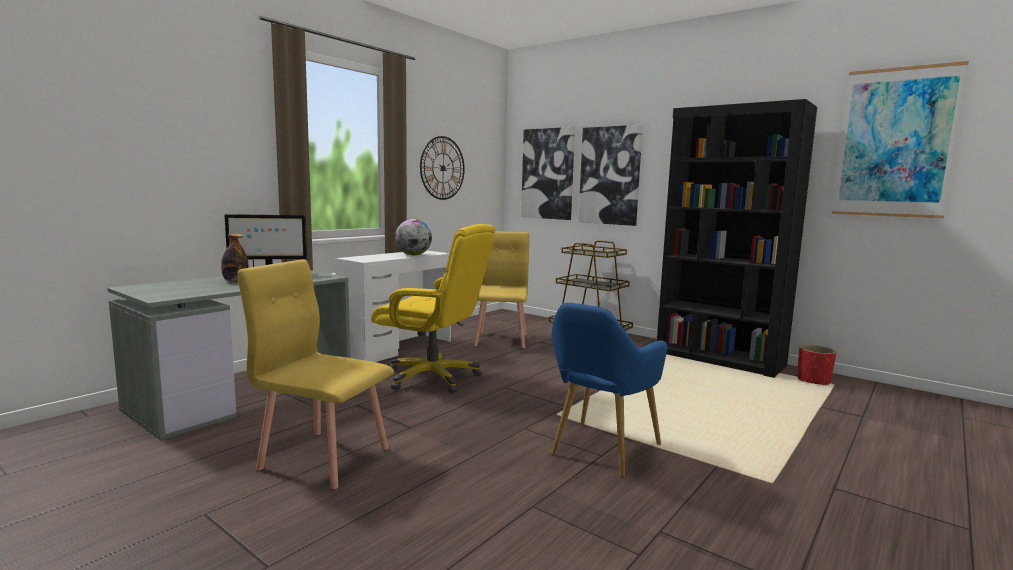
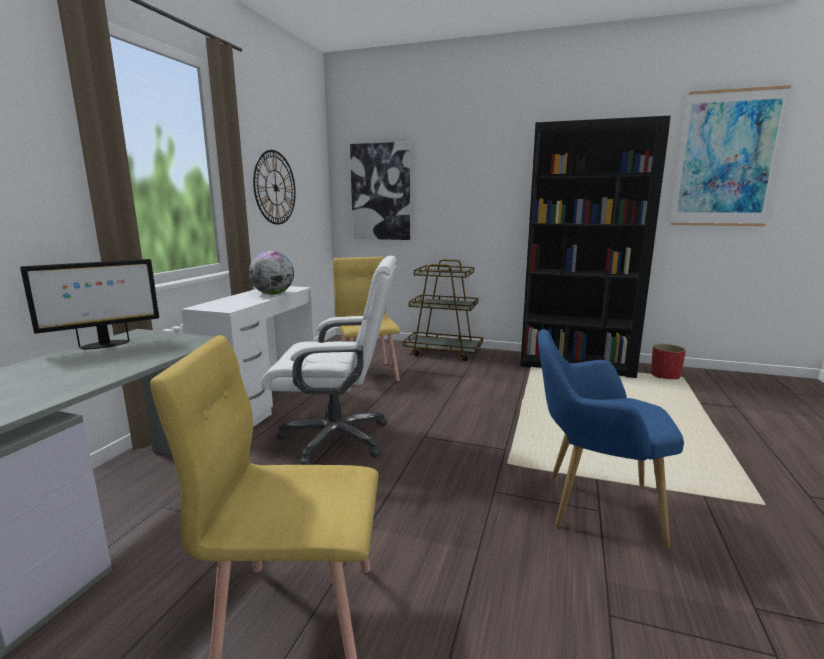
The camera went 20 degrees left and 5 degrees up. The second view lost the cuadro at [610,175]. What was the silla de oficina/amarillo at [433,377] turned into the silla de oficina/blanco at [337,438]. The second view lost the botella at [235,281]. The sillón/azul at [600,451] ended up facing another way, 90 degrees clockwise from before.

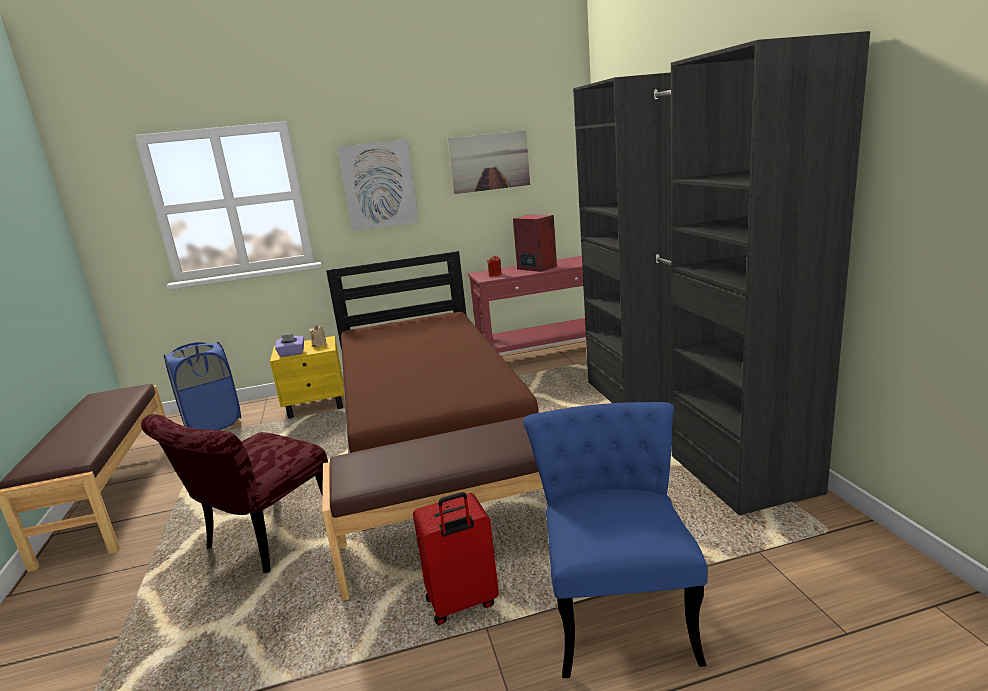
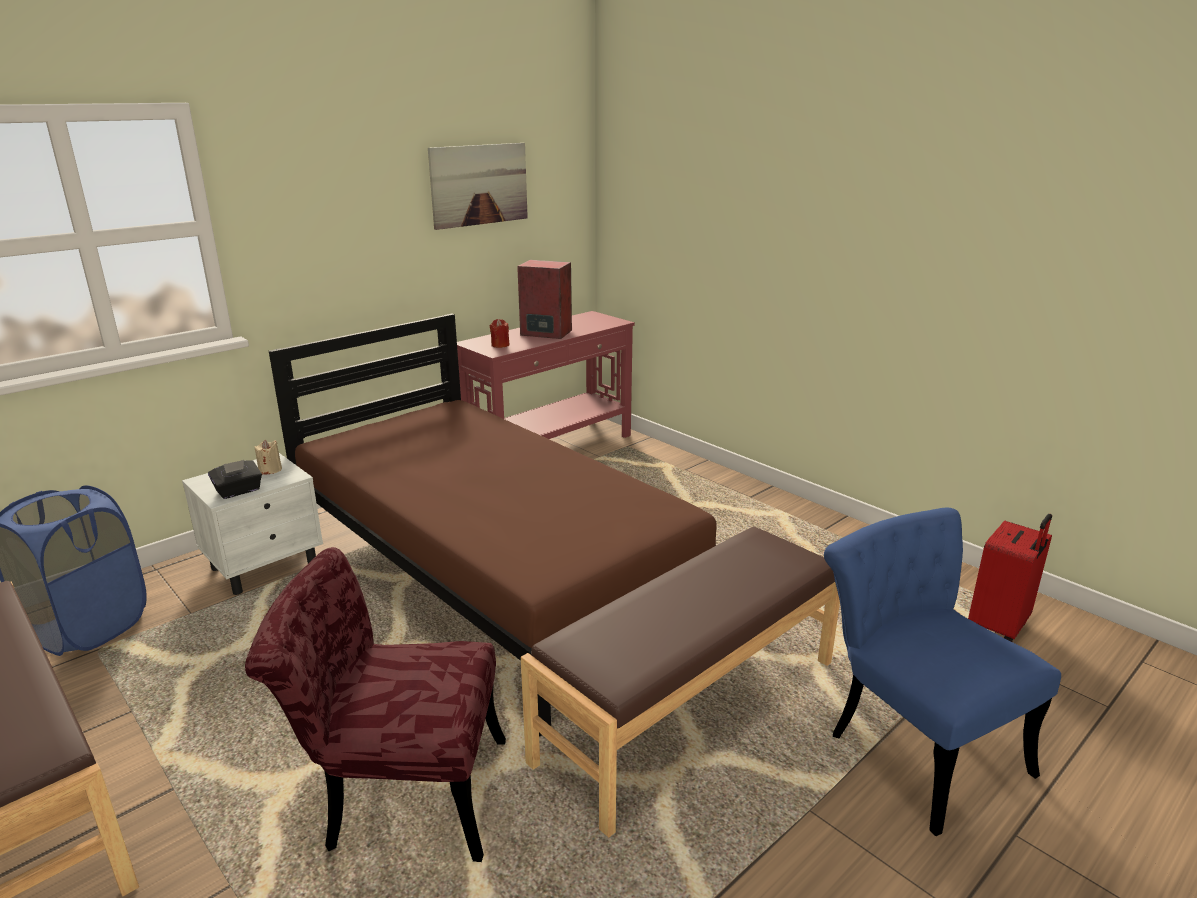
The camera went 30 degrees left and 5 degrees up. The second view lost the armario ropero/negro at [683,427]. The second view lost the cuadro at [379,185]. What was the caja de pañuelos/morado at [291,353] turned into the caja de pañuelos/negro at [238,491]. What was the mesita de noche/amarillo at [317,405] turned into the mesita de noche/blanco at [266,566]. The silla/rojo at [263,541] ended up facing another way, 90 degrees clockwise from before. The maleta/rojo ended up elsewhere, having gone from [462,603] to [999,628].

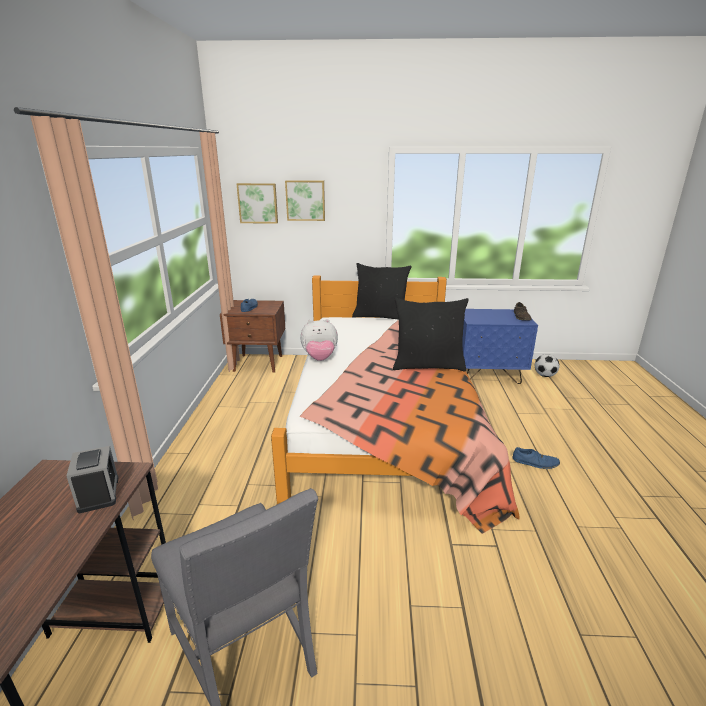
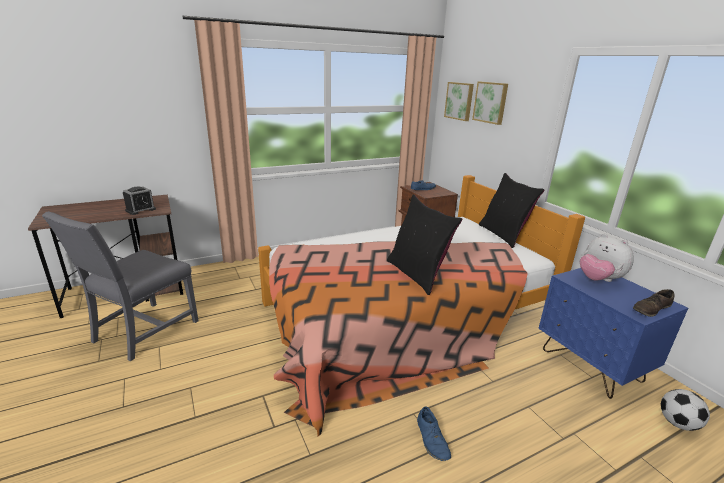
The camera went 60 degrees right and 0 degrees up. The peluche ended up elsewhere, having gone from [320,358] to [598,279].

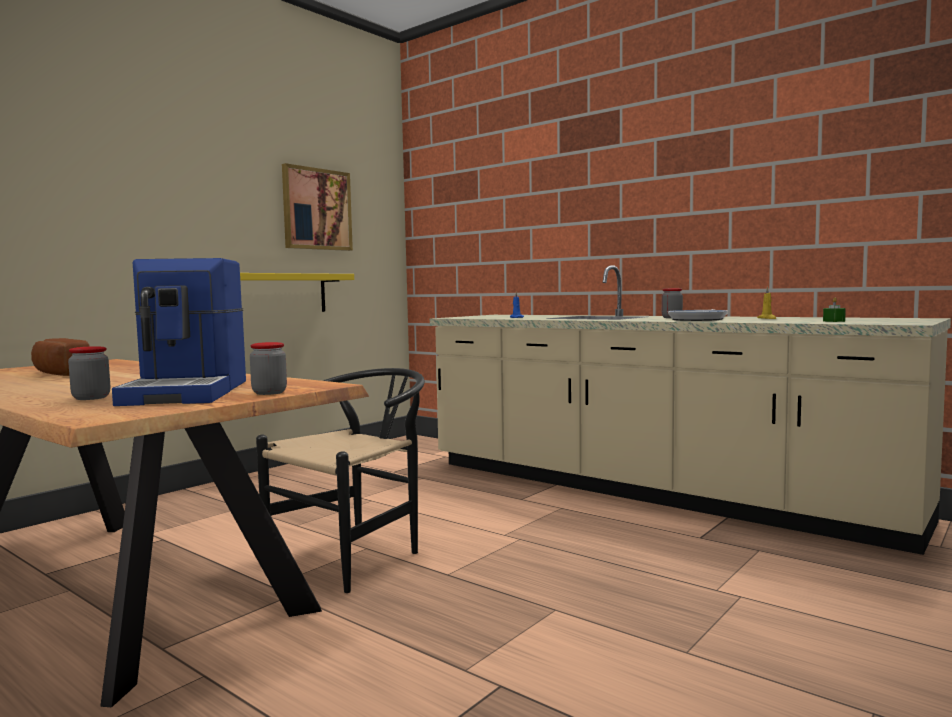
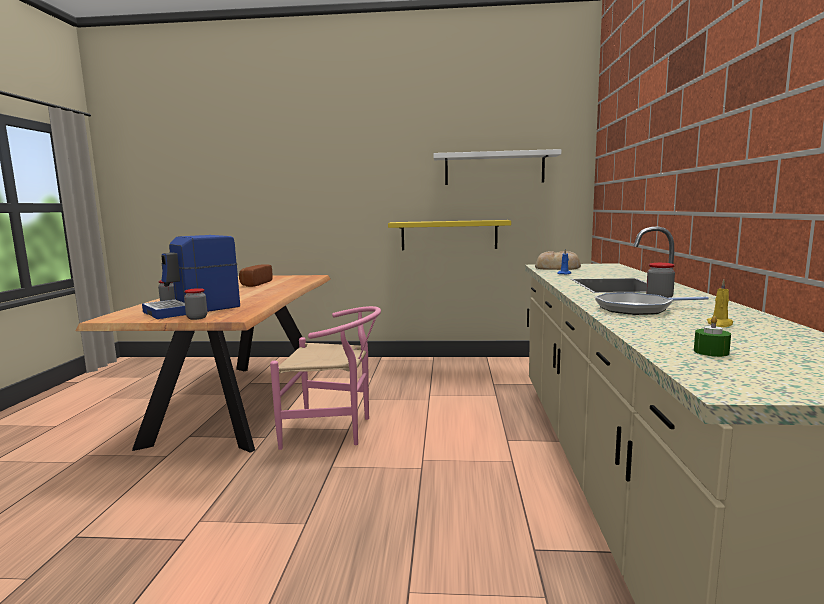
The camera went 55 degrees right and 5 degrees up. Where the cuadro hung at [317,209], the estante/blanco came to hang at [494,168]. What was the silla/negro at [356,554] turned into the silla/rosa at [335,430]. The second view gained the pan at [557,267].

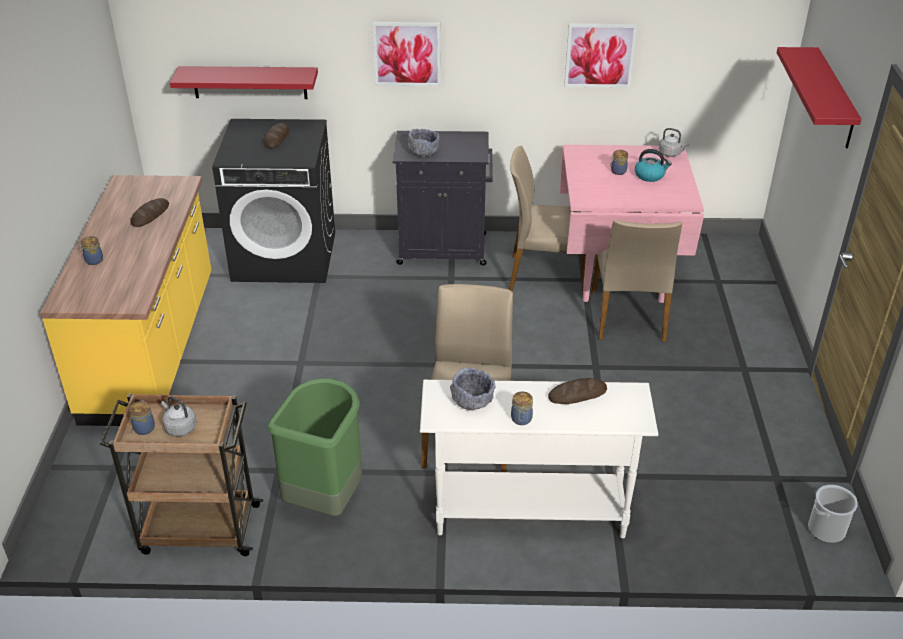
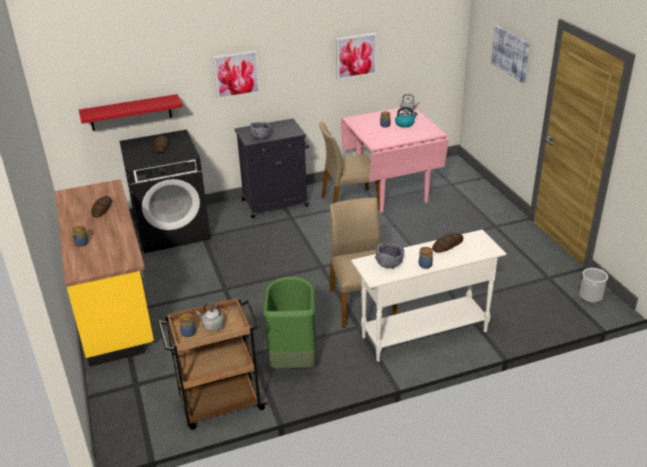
The camera went 20 degrees left and 5 degrees down. Where the estante/rojo hung at [834,99], the cuadro came to hang at [510,53]. The second view lost the silla/beis at [629,316].

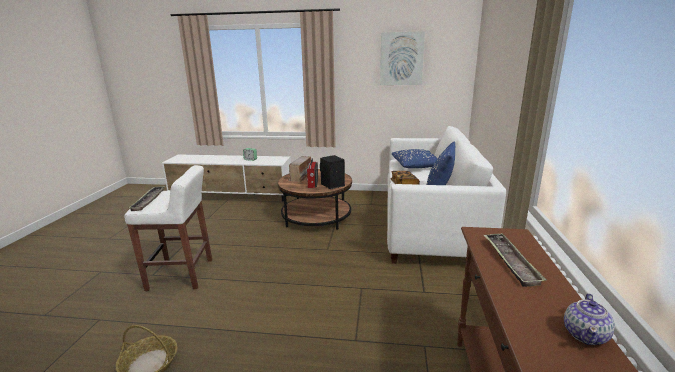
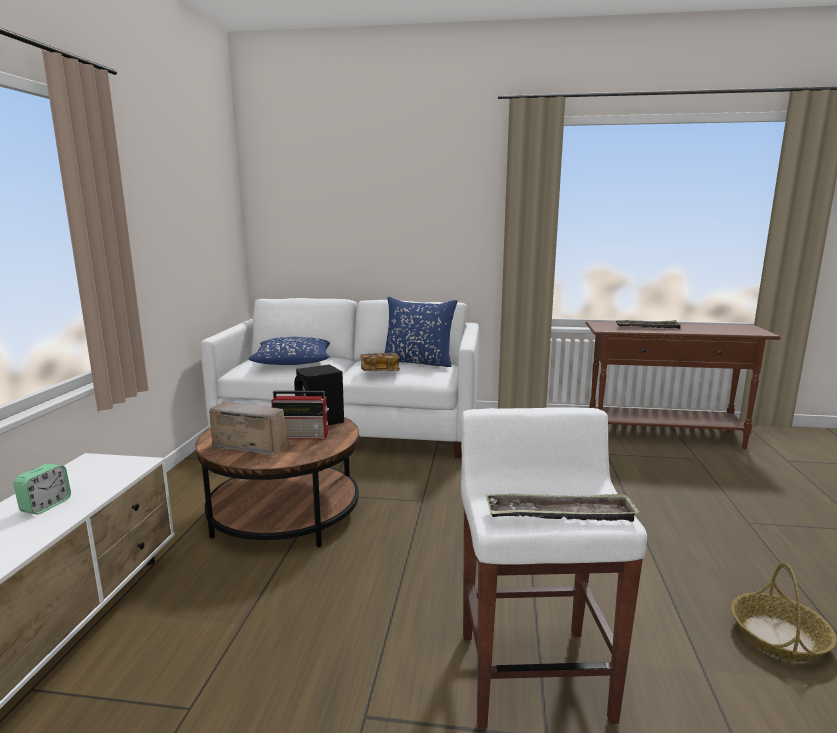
The camera went 90 degrees left and 5 degrees down. The second view lost the cuadro at [401,59]. The second view lost the tetera at [585,335].

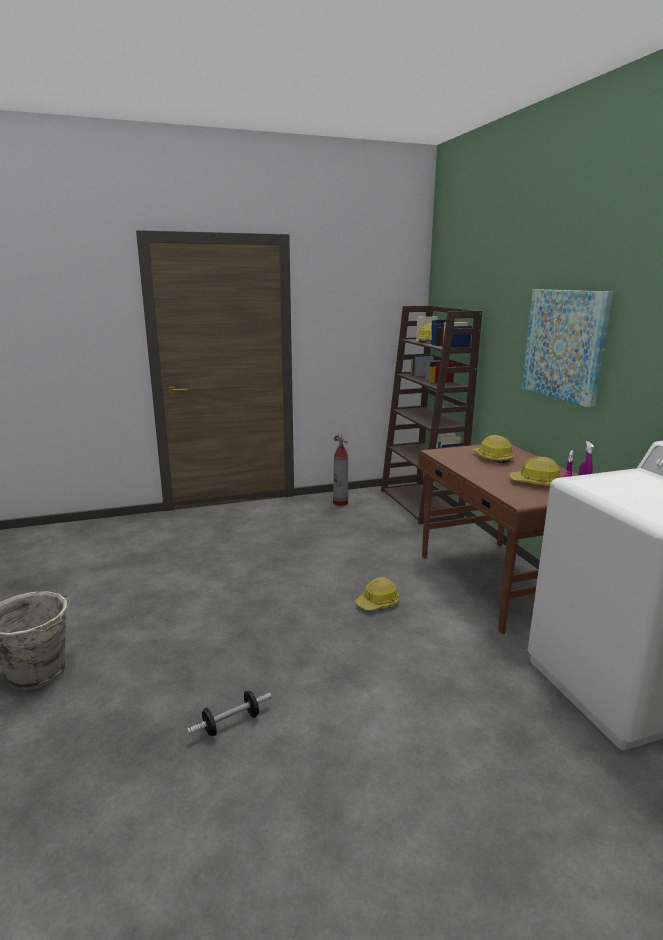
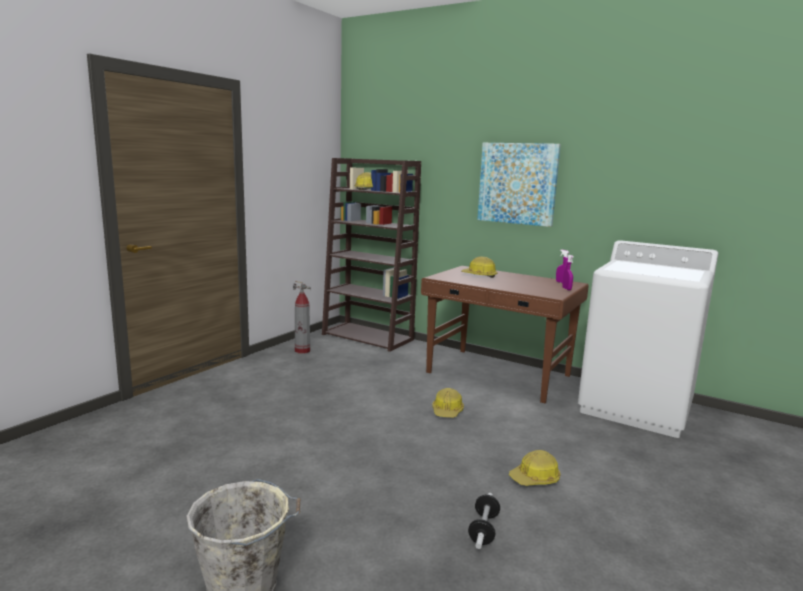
The camera went 40 degrees left and 5 degrees down. The casco ended up elsewhere, having gone from [536,483] to [535,478].

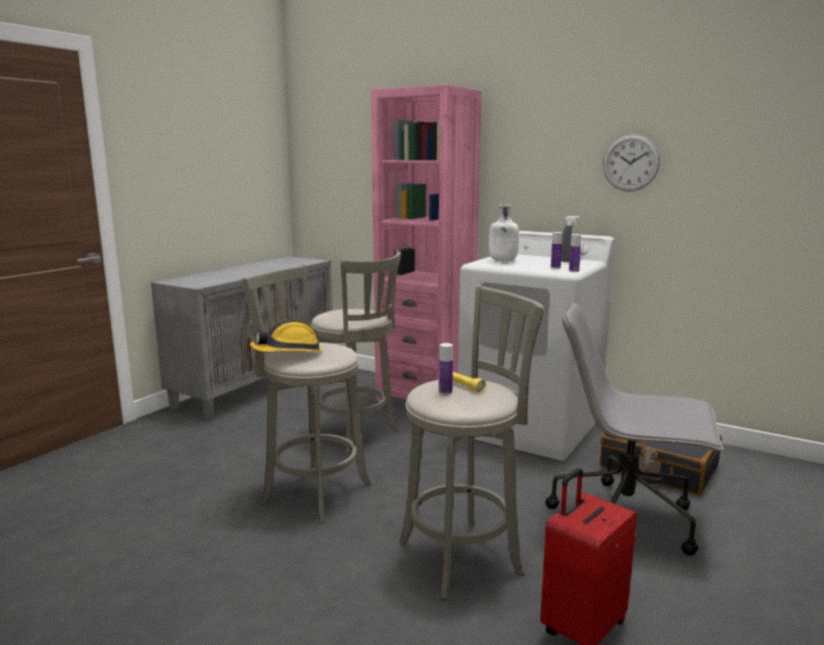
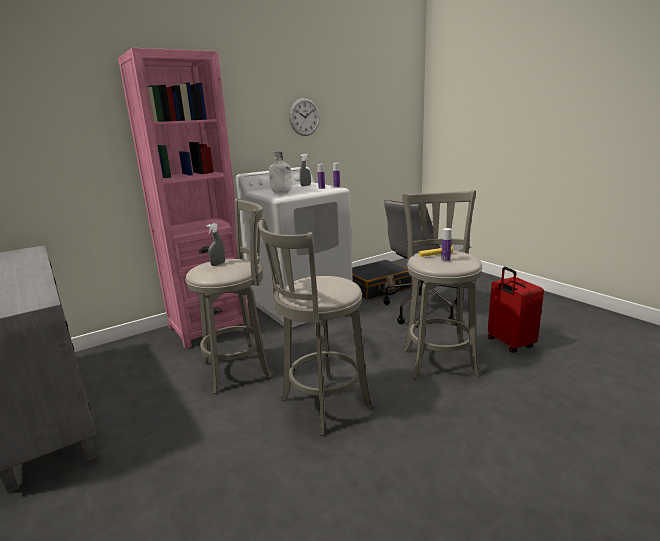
The camera went 65 degrees left and 5 degrees up. The second view lost the casco at [288,353]. The second view gained the pulverizador/gris at [218,264].

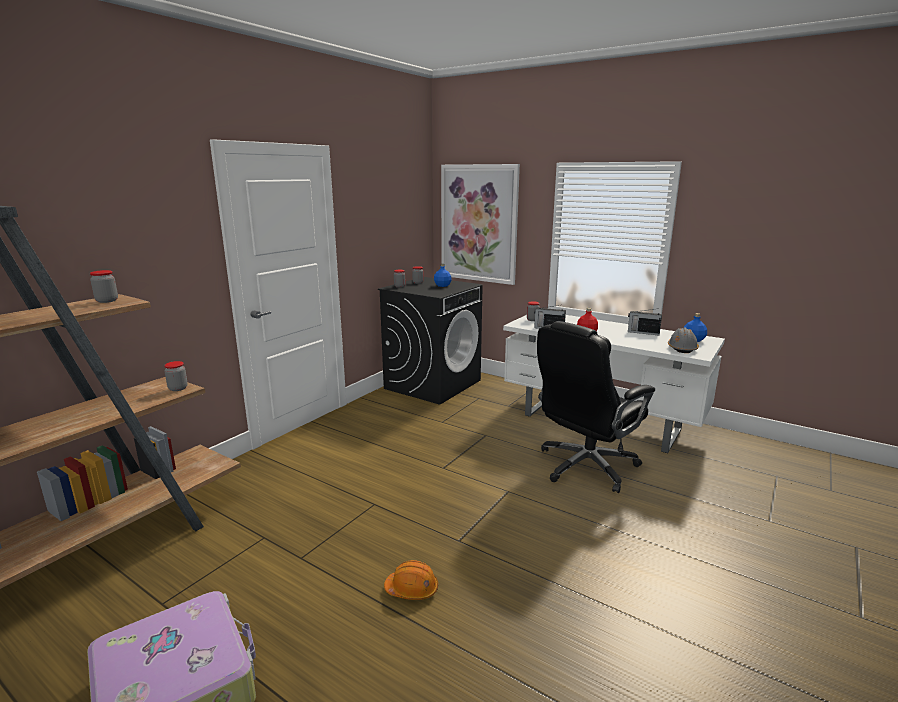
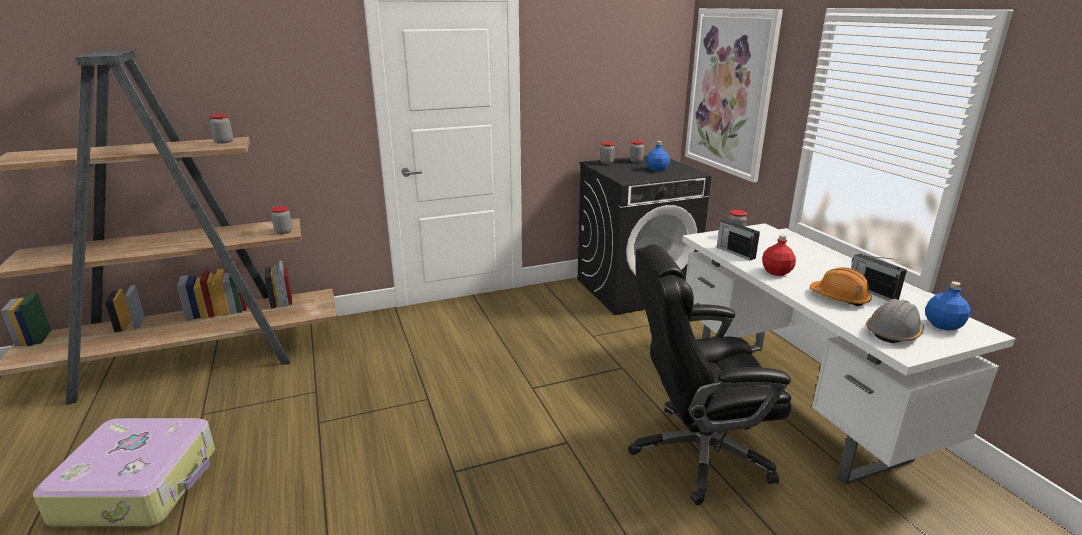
The camera went 35 degrees right and 5 degrees up. The casco/naranja ended up elsewhere, having gone from [412,589] to [839,298].

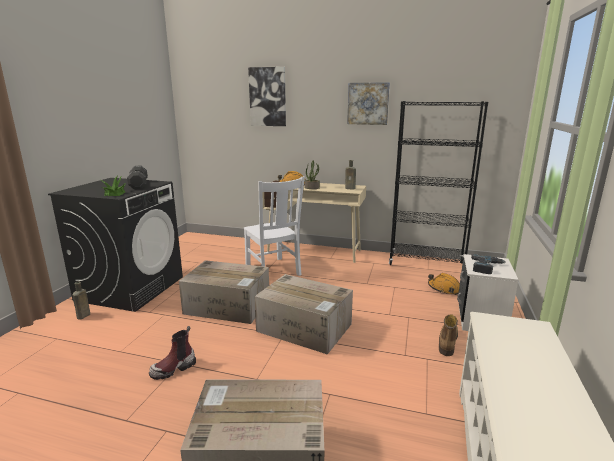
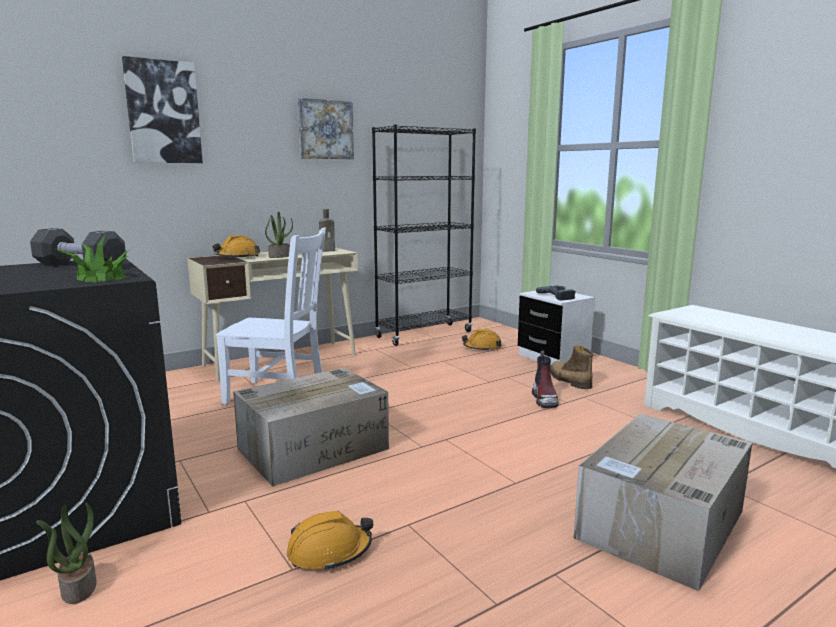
The camera went 50 degrees left and 5 degrees down. The second view lost the caja de cartón at [305,328]. Where the botella/marrón stood at [83,316], the planta en maceta came to stand at [78,587]. The bota ended up elsewhere, having gone from [174,368] to [545,399]. The second view gained the casco/naranja at [329,552].

